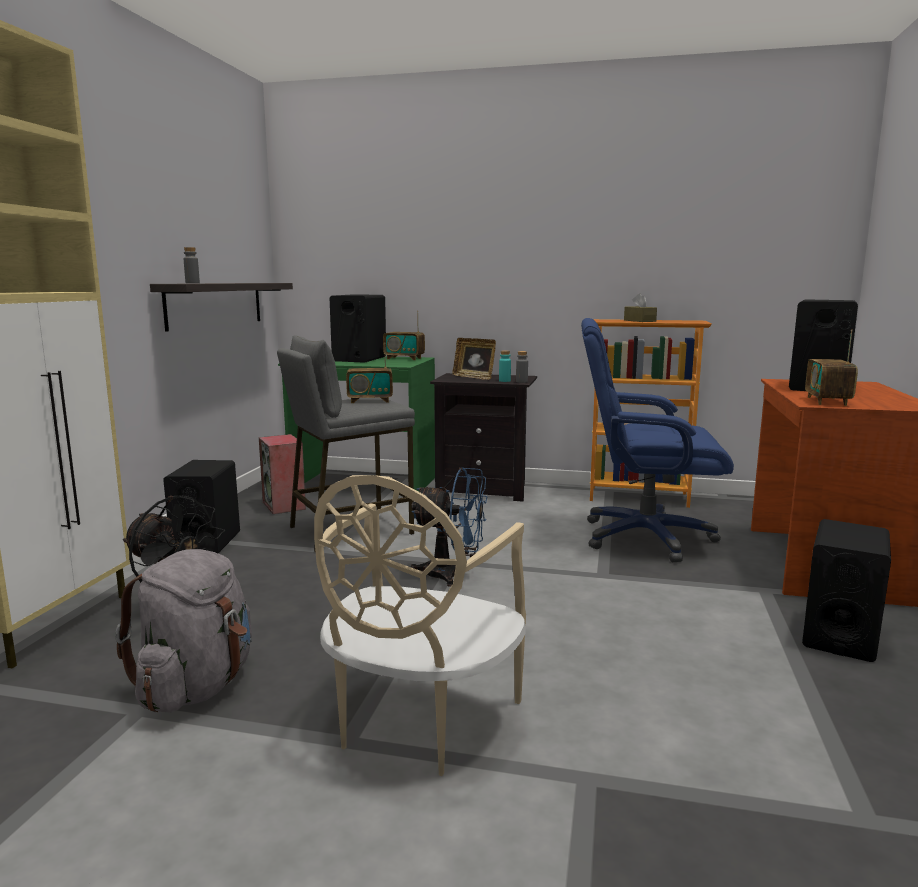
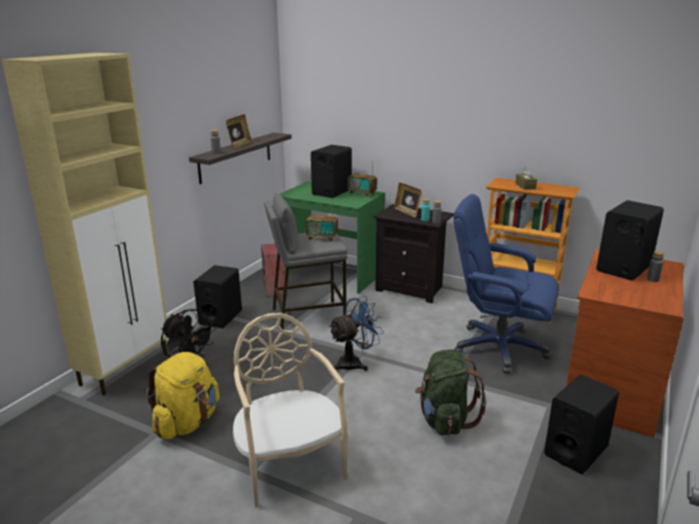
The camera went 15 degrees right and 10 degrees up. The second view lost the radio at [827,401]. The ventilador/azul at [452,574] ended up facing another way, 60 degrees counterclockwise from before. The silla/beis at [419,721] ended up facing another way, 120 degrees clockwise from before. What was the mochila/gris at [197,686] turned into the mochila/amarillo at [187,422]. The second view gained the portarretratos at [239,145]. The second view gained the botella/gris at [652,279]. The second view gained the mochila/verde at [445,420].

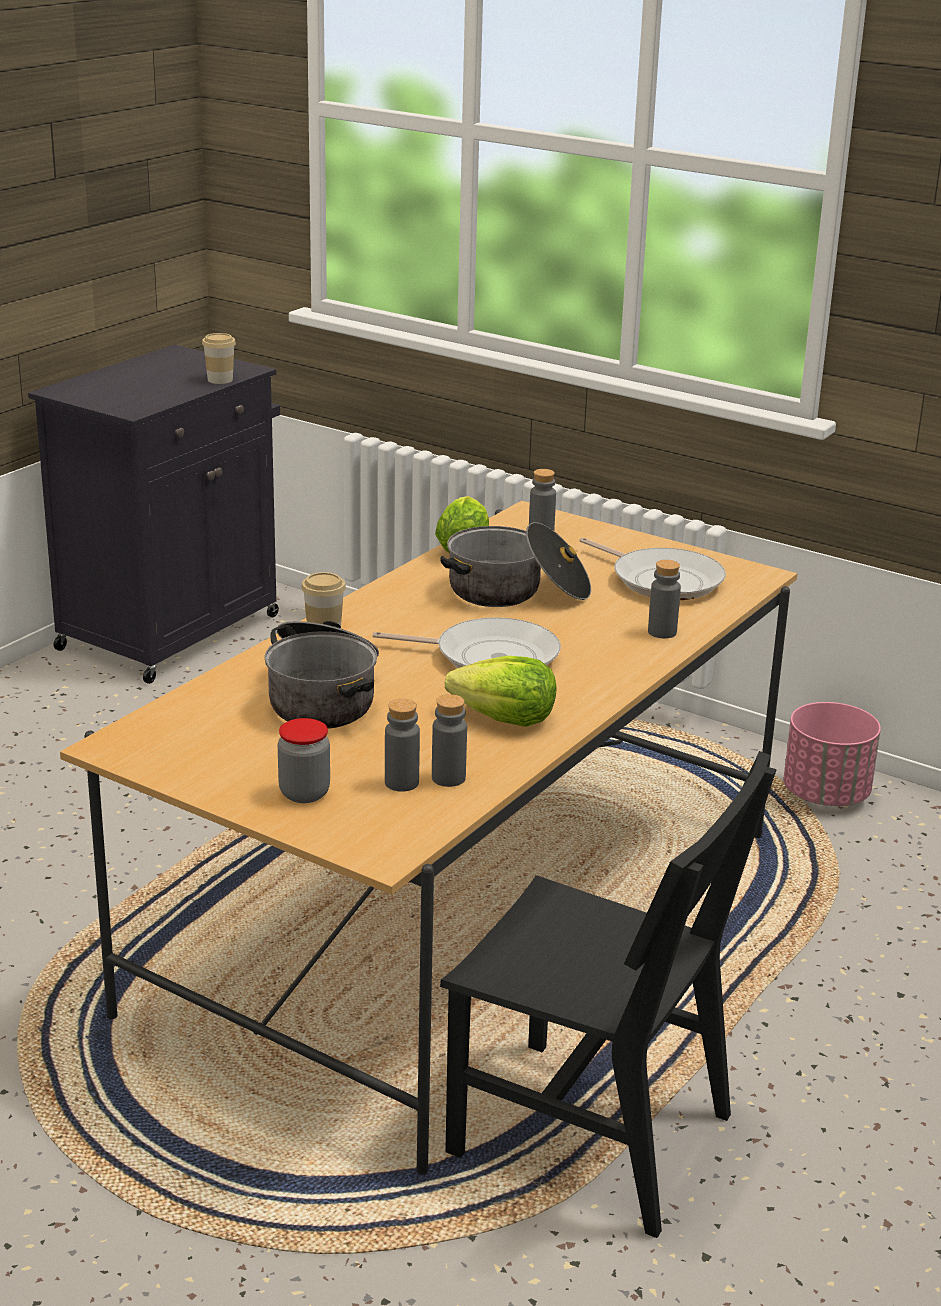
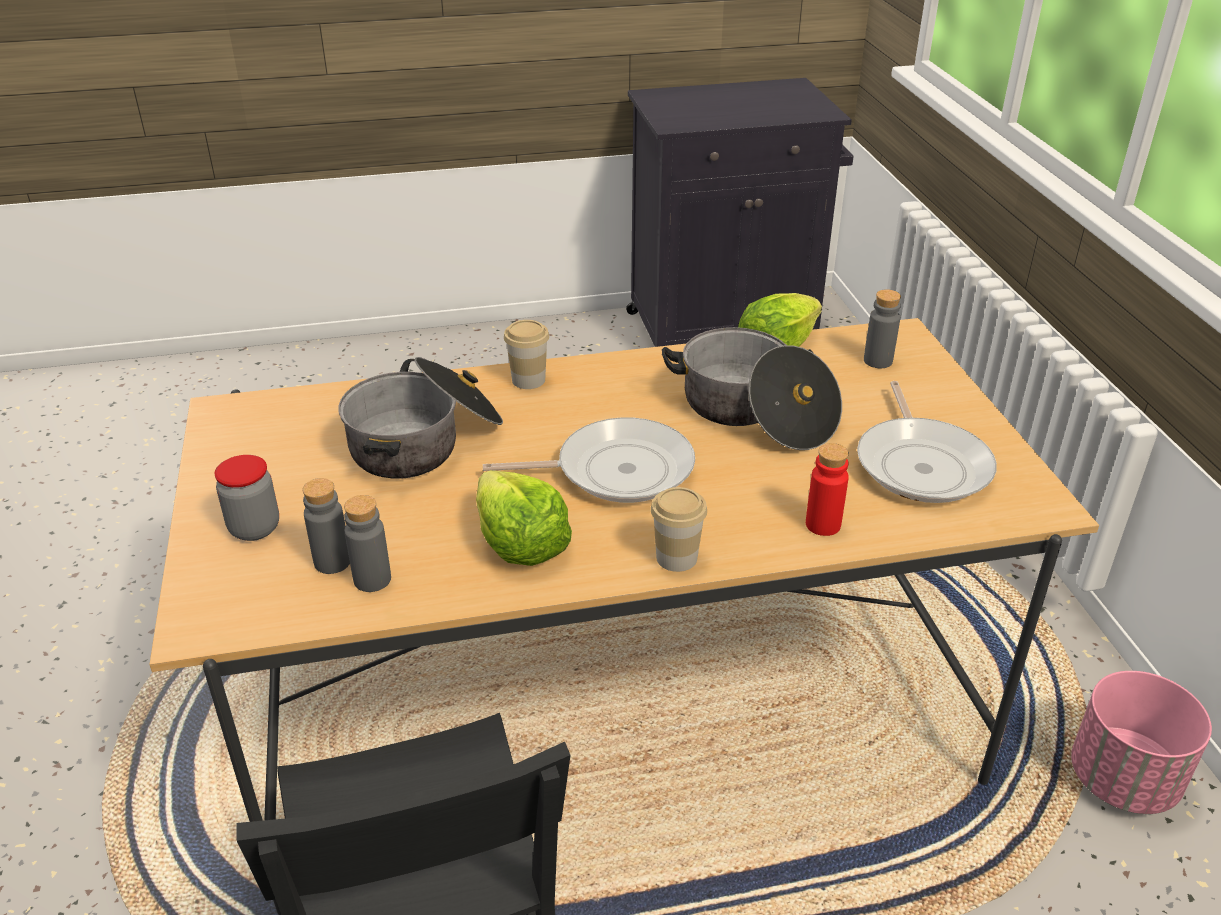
The camera went 45 degrees right and 10 degrees up. The taza ended up elsewhere, having gone from [220,380] to [676,558]. What was the botella/gris at [662,632] turned into the botella/rojo at [823,524]. The sartén at [489,657] ended up facing another way, 60 degrees counterclockwise from before.

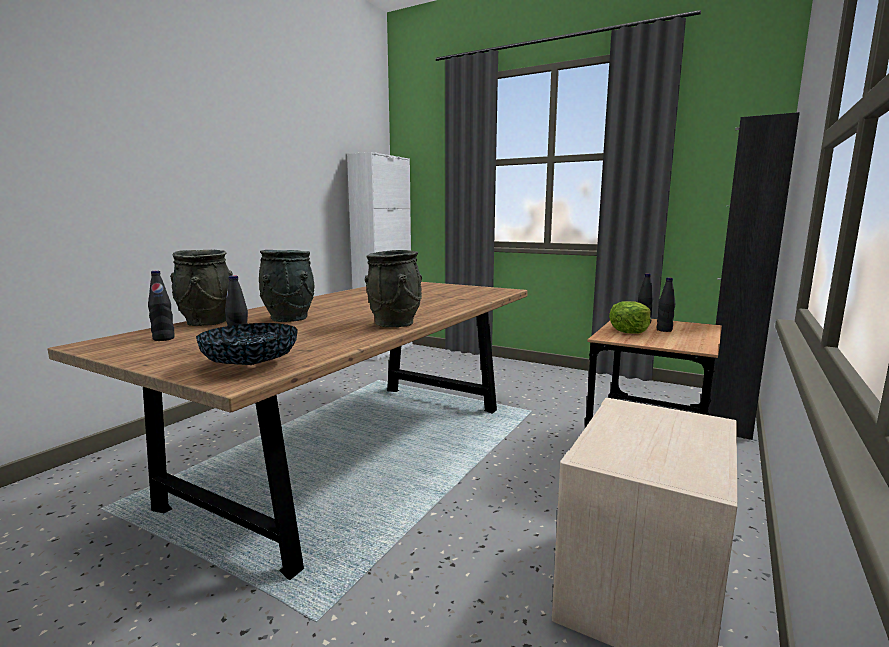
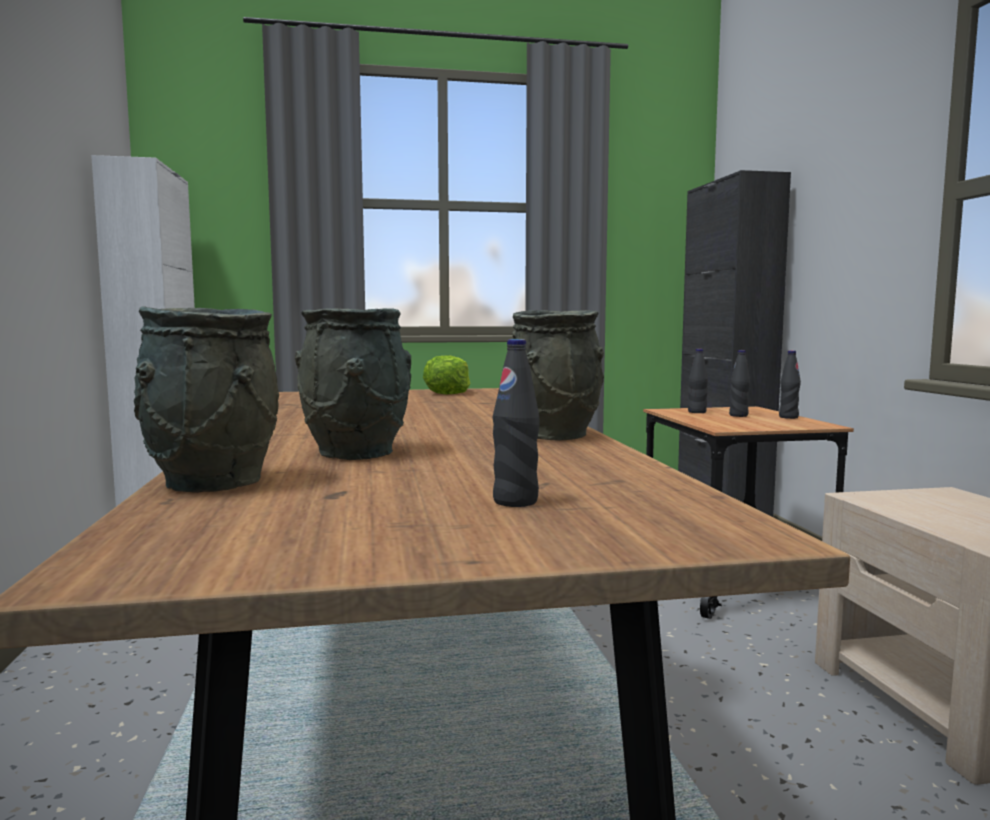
The camera went 40 degrees left and 5 degrees down. The botella/negro ended up elsewhere, having gone from [163,339] to [788,417]. The lechuga ended up elsewhere, having gone from [630,331] to [448,393]. The second view lost the cuenco at [251,365].

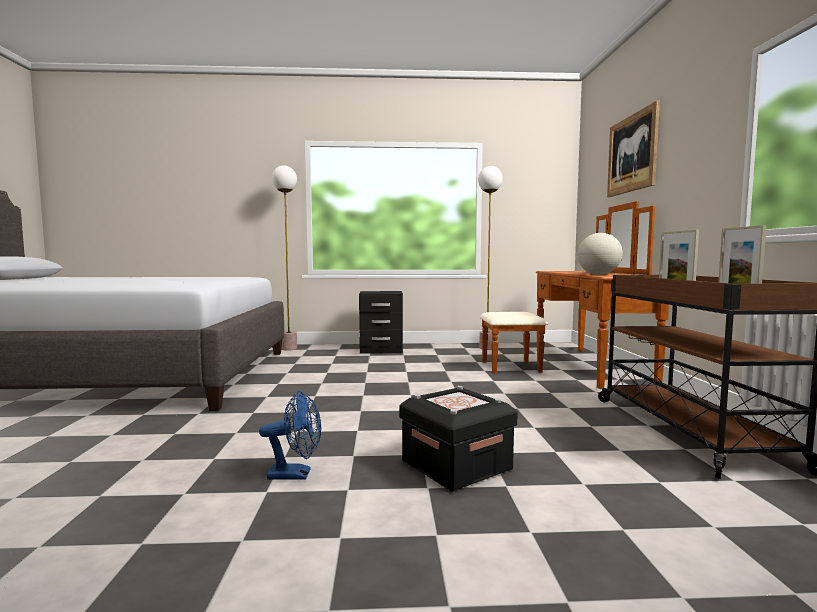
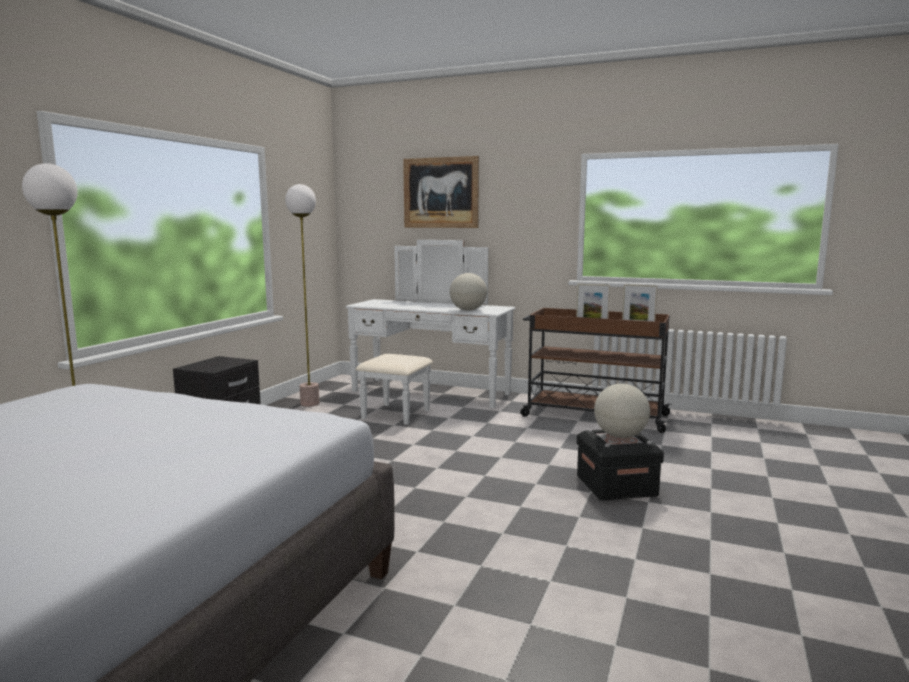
The camera went 65 degrees left and 5 degrees up. What was the cómoda/marrón at [571,366] turned into the cómoda/blanco at [423,397]. The second view lost the ventilador/azul at [296,474]. The second view gained the globo terráqueo at [620,436].

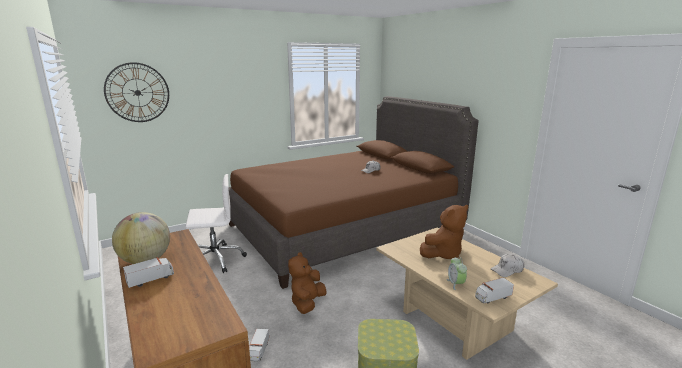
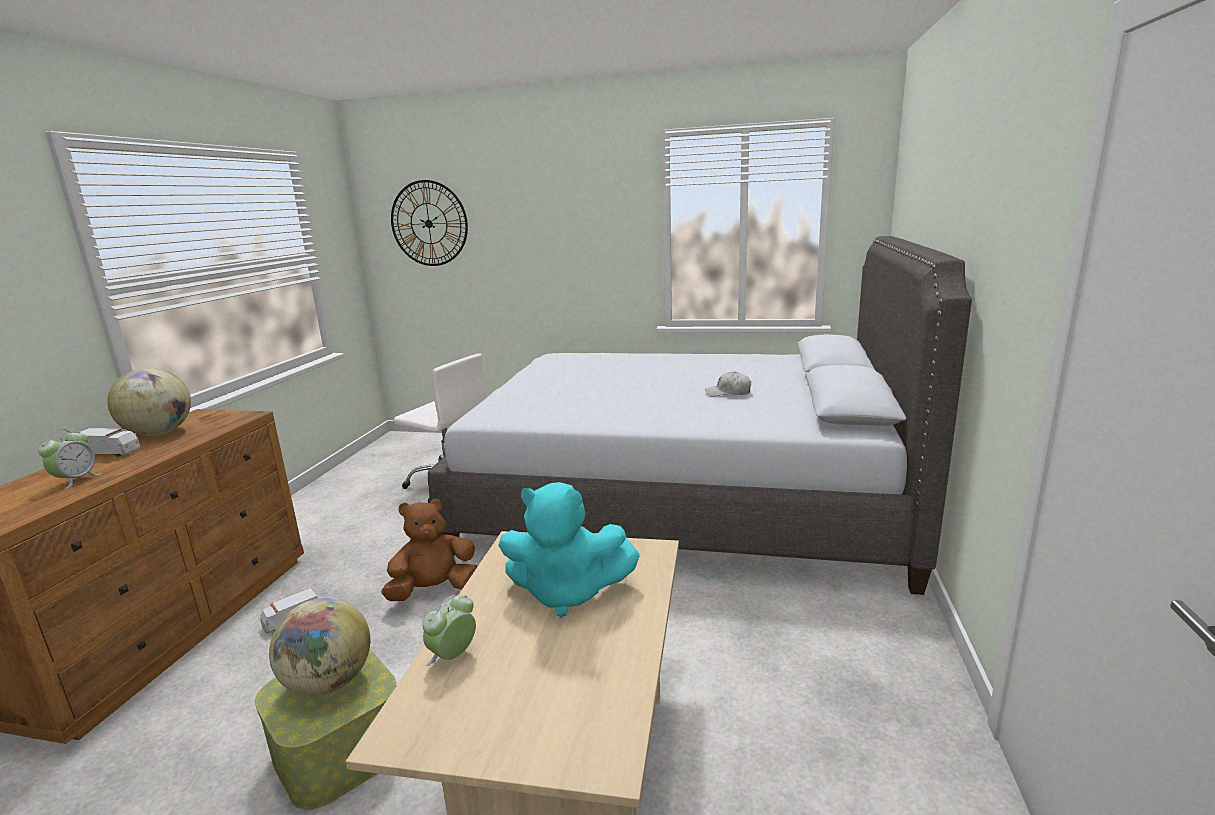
The camera went 45 degrees right and 0 degrees up. What was the cama/marrón at [344,227] turned into the cama/gris at [684,498]. What was the peluche/marrón at [443,254] turned into the peluche/turquesa at [567,593]. The second view lost the gorra/blanco at [507,270]. The second view lost the camión de juguete at [492,297]. The second view gained the despertador at [76,480]. The second view gained the globo terráqueo at [329,683].

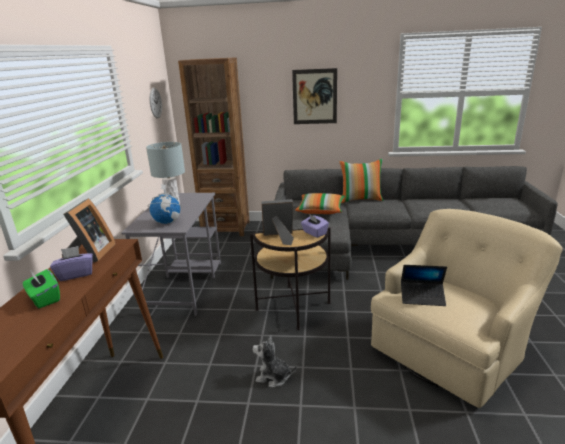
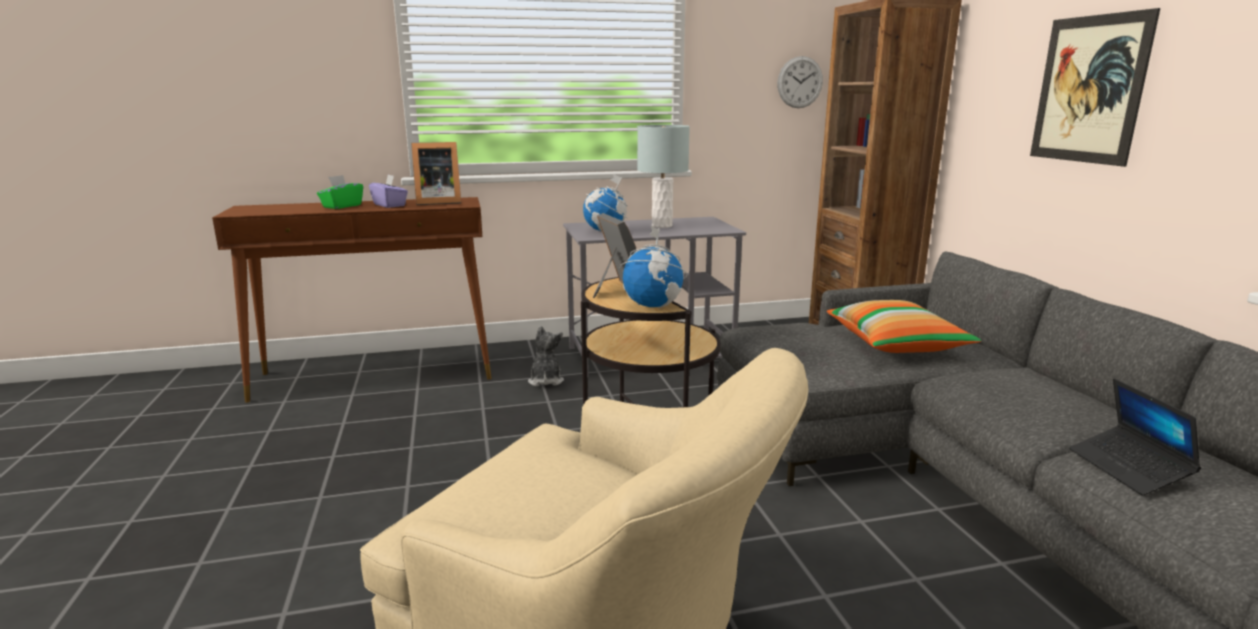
The camera went 70 degrees right and 5 degrees down. The second view lost the cojín at [361,199]. Where the caja de pañuelos/morado stood at [314,233], the globo terráqueo came to stand at [653,305]. The portátil ended up elsewhere, having gone from [422,297] to [1128,468]. The peluche ended up elsewhere, having gone from [273,377] to [545,380].

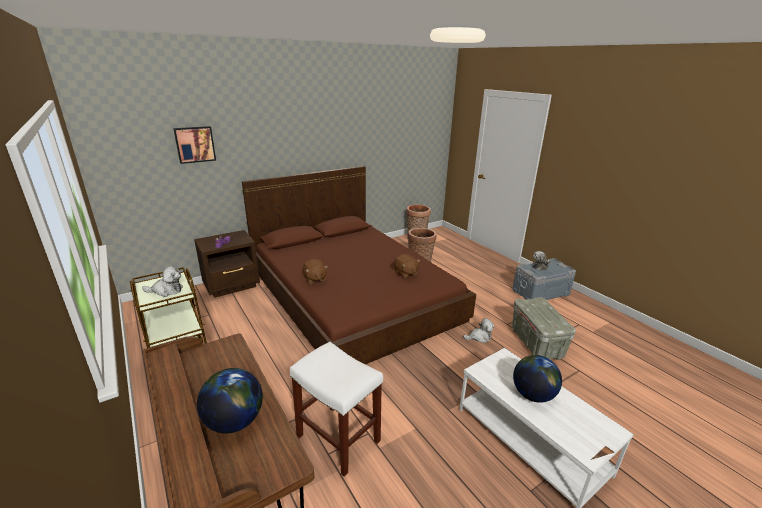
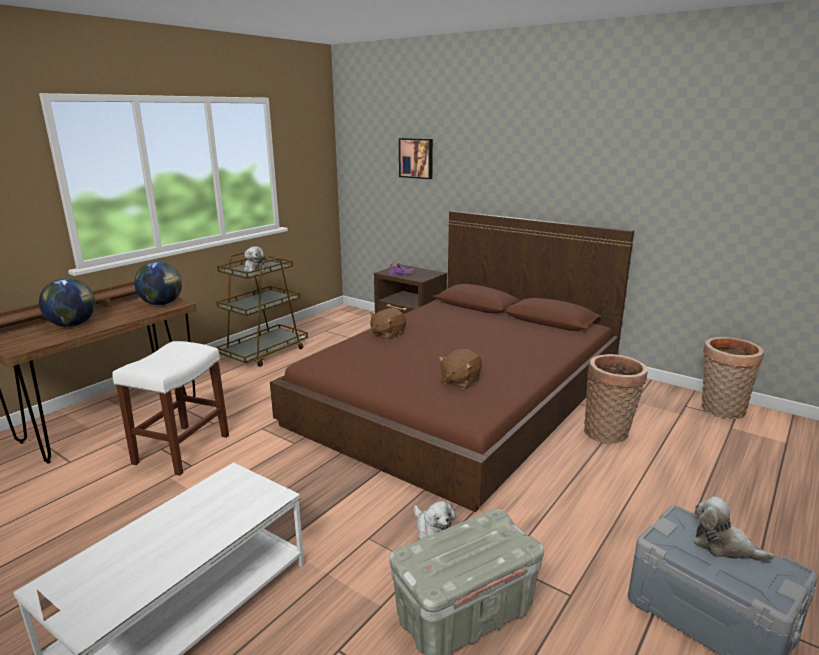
The camera went 70 degrees right and 5 degrees down. The globo terráqueo ended up elsewhere, having gone from [532,395] to [162,304].

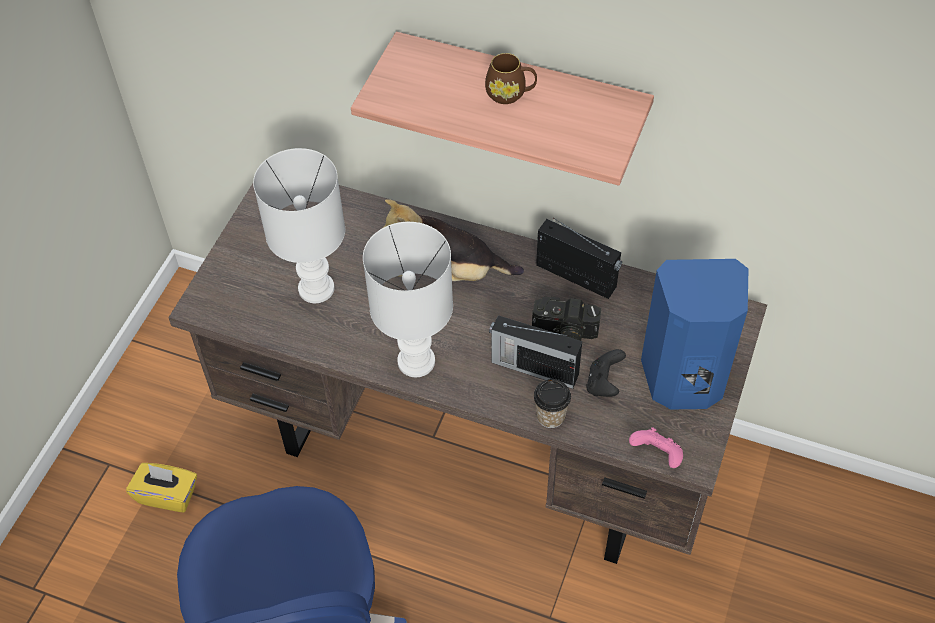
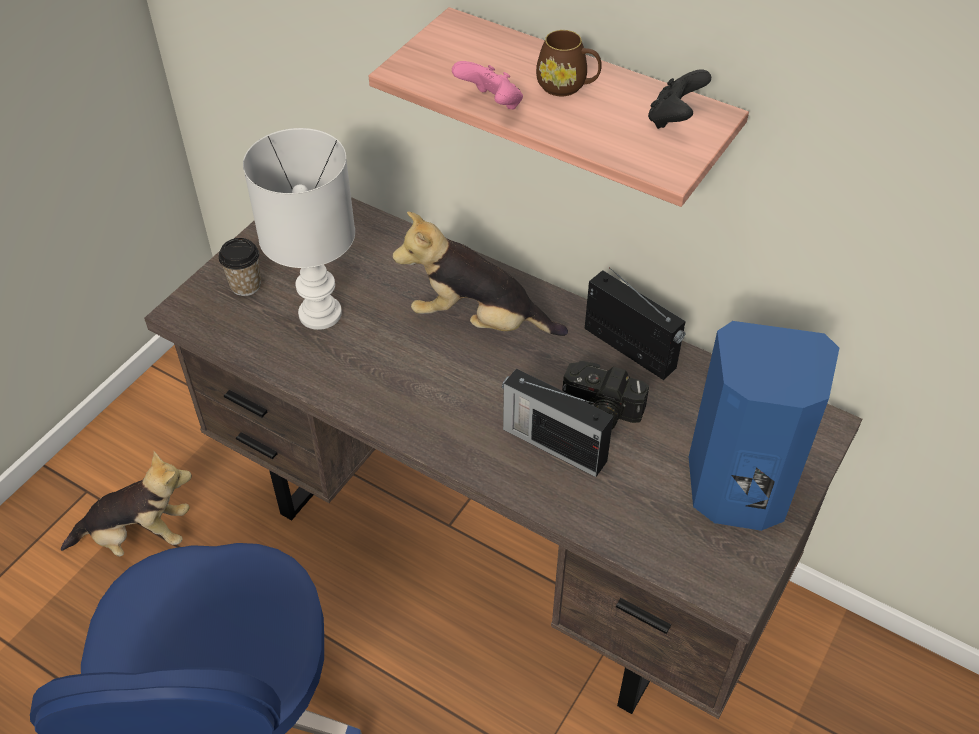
The camera went 10 degrees right and 5 degrees down. The second view lost the lámpara de mesa/blanco at [416,363]. The mando de consola/negro ended up elsewhere, having gone from [604,383] to [674,119]. The taza ended up elsewhere, having gone from [550,416] to [246,285]. The mando de consola/rosa ended up elsewhere, having gone from [657,455] to [491,104]. Where the caja de pañuelos/amarillo stood at [167,495], the peluche came to stand at [138,536].

